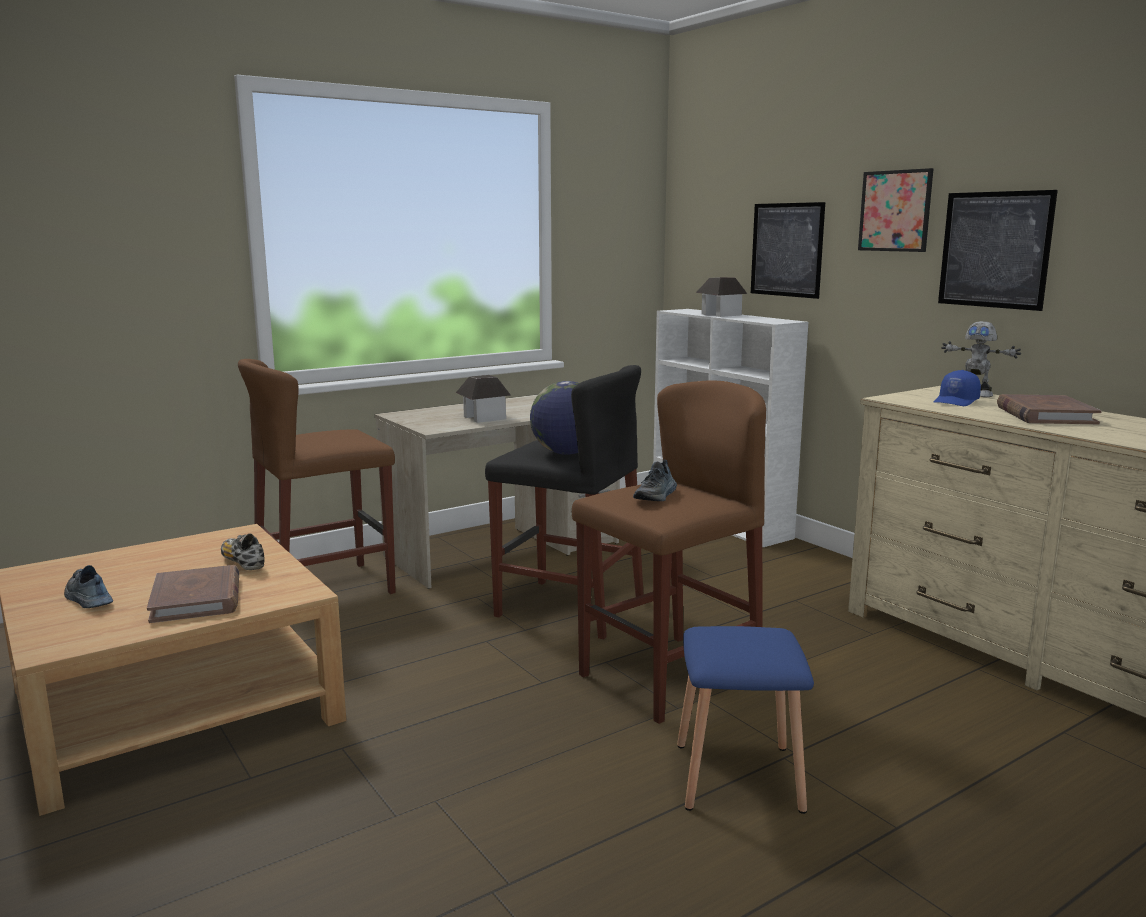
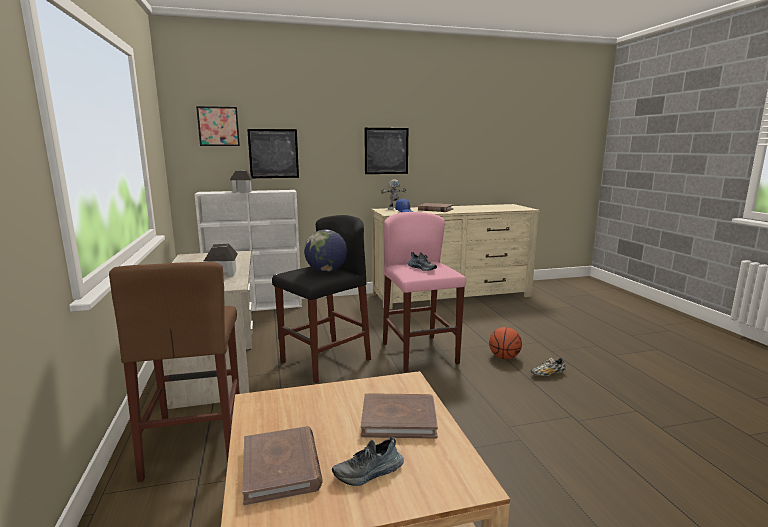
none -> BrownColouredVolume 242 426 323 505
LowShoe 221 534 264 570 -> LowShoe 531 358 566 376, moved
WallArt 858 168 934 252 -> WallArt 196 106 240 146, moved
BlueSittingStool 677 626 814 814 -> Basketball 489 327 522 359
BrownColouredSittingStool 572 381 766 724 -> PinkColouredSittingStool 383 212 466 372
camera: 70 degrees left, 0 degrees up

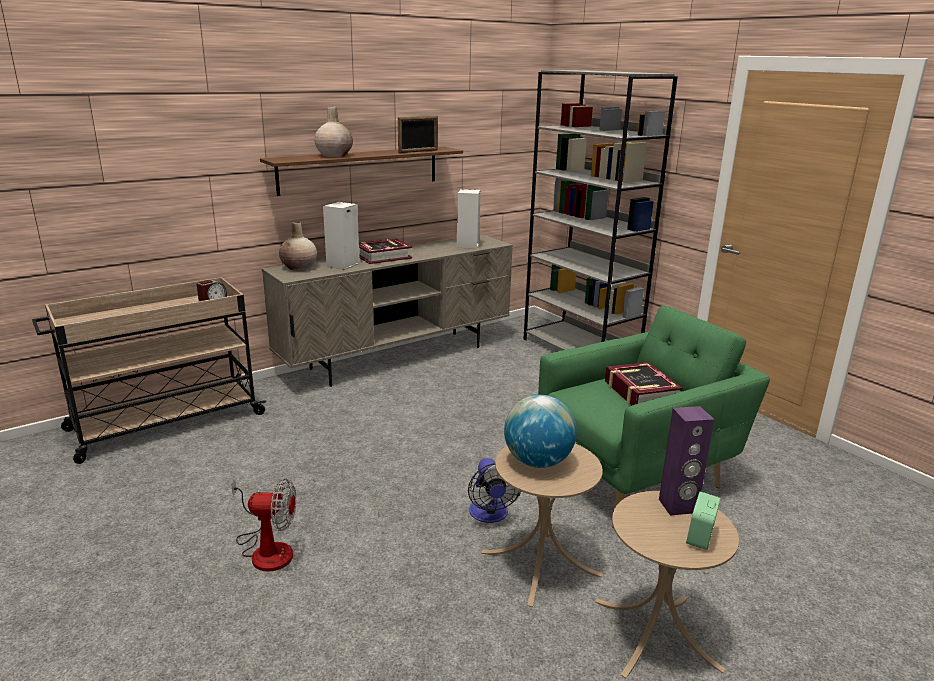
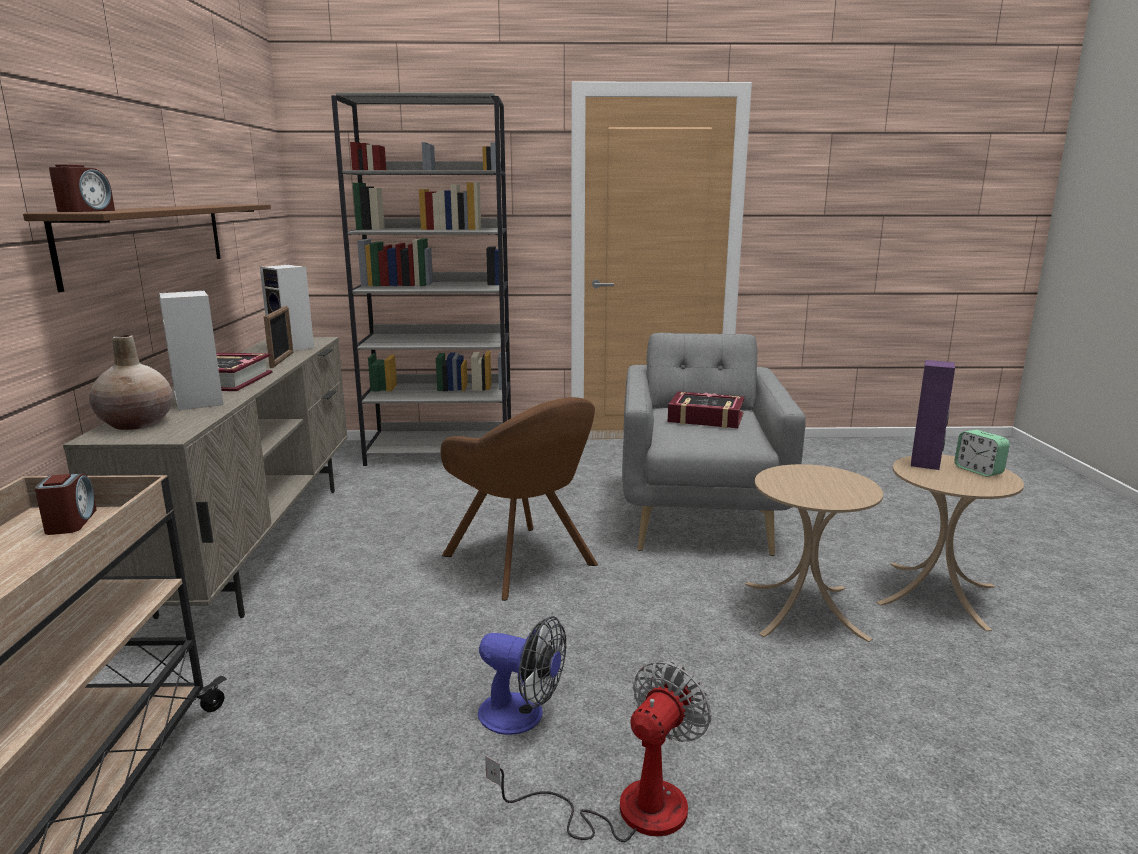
BeigeColouredVase 314 106 353 157 -> none
WorldGlobe 504 395 577 468 -> none
none -> TableClock 49 164 115 212
none -> BrownColouredEasyChair 441 397 598 601
StandingFrame 398 116 438 153 -> StandingFrame 264 306 293 368, moved
Fan 468 458 521 523 -> Fan 478 616 566 735, moved
GreenColouredEasyChair 538 306 770 528 -> GreyishEasyChair 622 333 806 556
camera: 55 degrees left, 5 degrees down

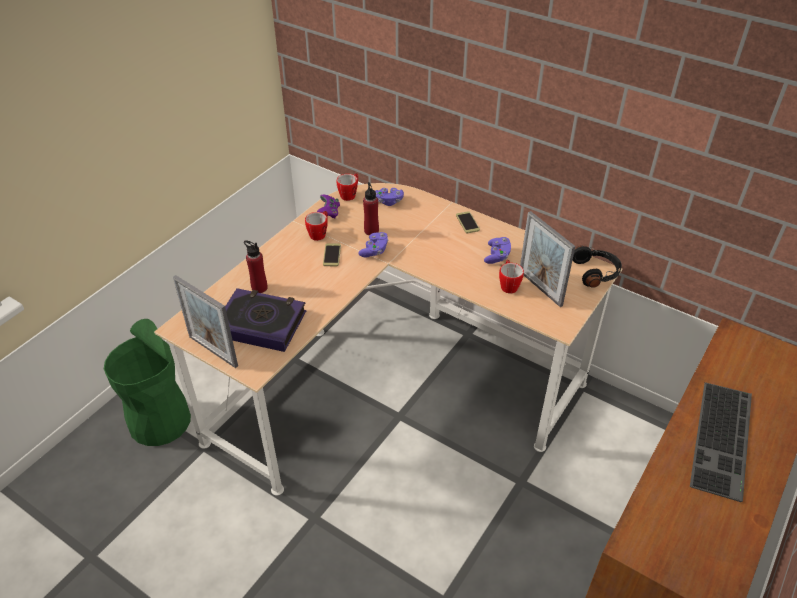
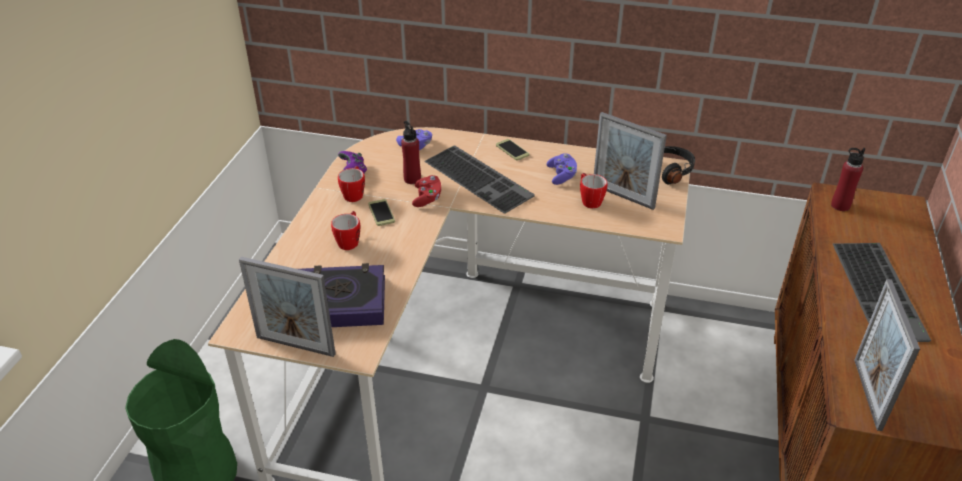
none -> Keyboard 424 145 535 214
none -> StandingFrame 854 279 920 431
RedBeverageBottle 244 240 268 293 -> RedBeverageBottle 831 148 865 211, moved
Mug 337 173 358 201 -> Mug 331 211 360 250, moved
PurplishGameController 358 232 388 257 -> RedGameController 412 175 441 207
camera: 20 degrees left, 5 degrees down

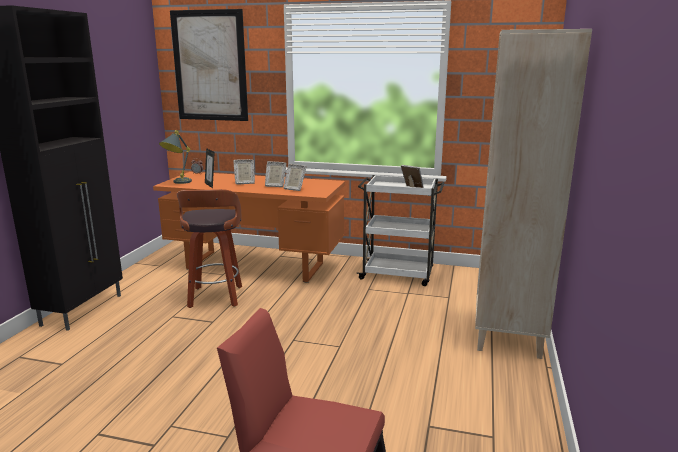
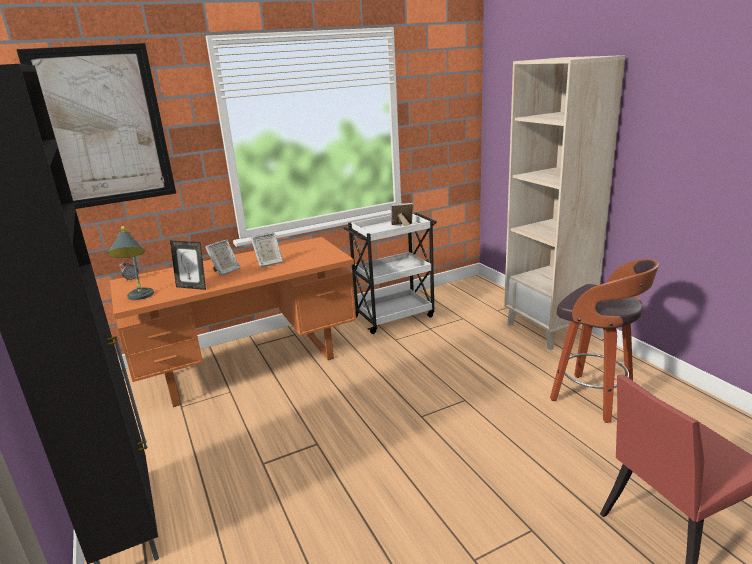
StandingFrame 284 164 307 191 -> none
SittingStool 177 189 242 308 -> SittingStool 550 259 659 423, moved
camera: 40 degrees left, 5 degrees up

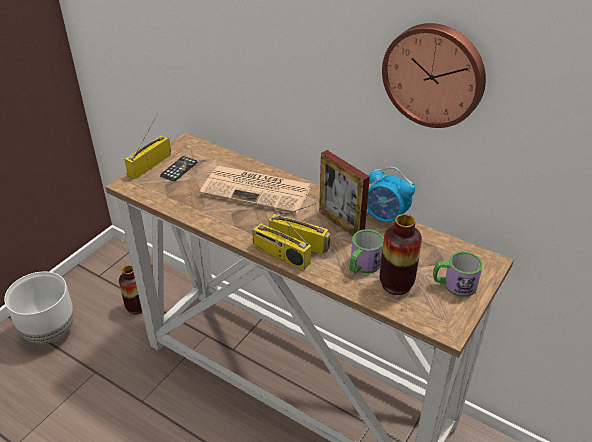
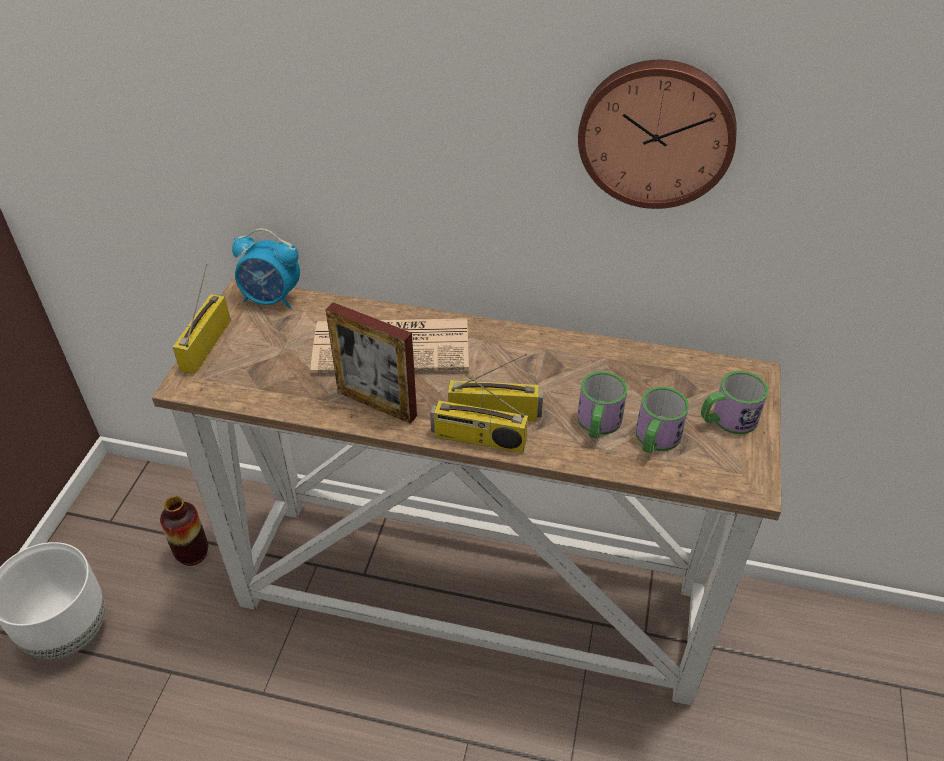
Telephone 160 156 197 181 -> none
StandingFrame 319 150 370 236 -> StandingFrame 325 302 417 424, moved
TableClock 366 167 415 222 -> TableClock 232 228 300 309, moved
Vase 380 214 422 295 -> Mug 636 387 689 454
camera: 20 degrees left, 5 degrees up

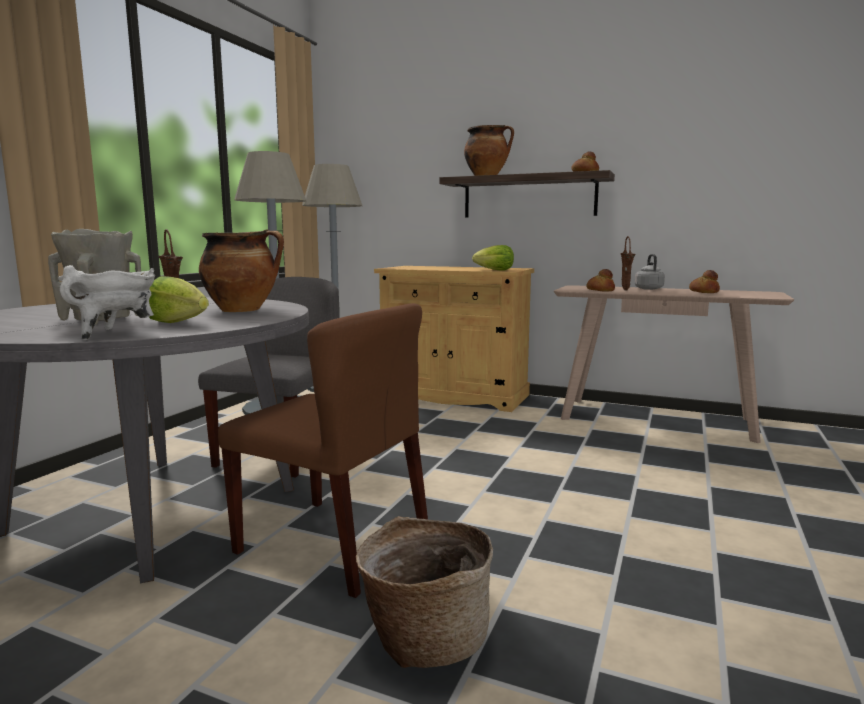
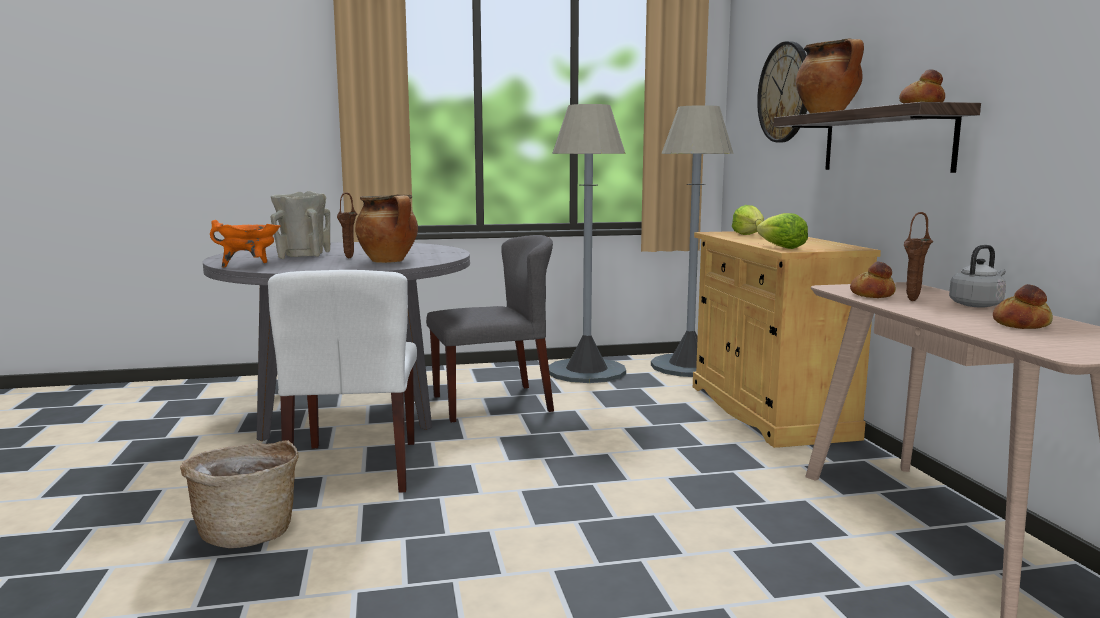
none -> WallClock 757 41 807 142
HeadOfLettuce 149 276 209 323 -> HeadOfLettuce 732 205 764 235, moved
WhitishStockpot 58 265 155 340 -> OrangeyStockpot 210 220 280 267
BrownColouredChair 218 303 428 598 -> WhitishChair 268 270 417 493
camera: 55 degrees right, 0 degrees up

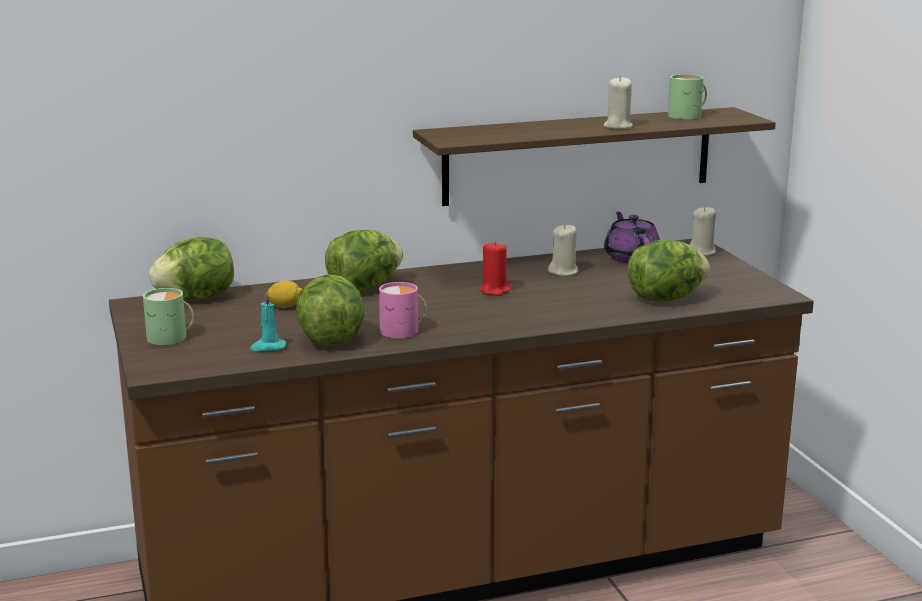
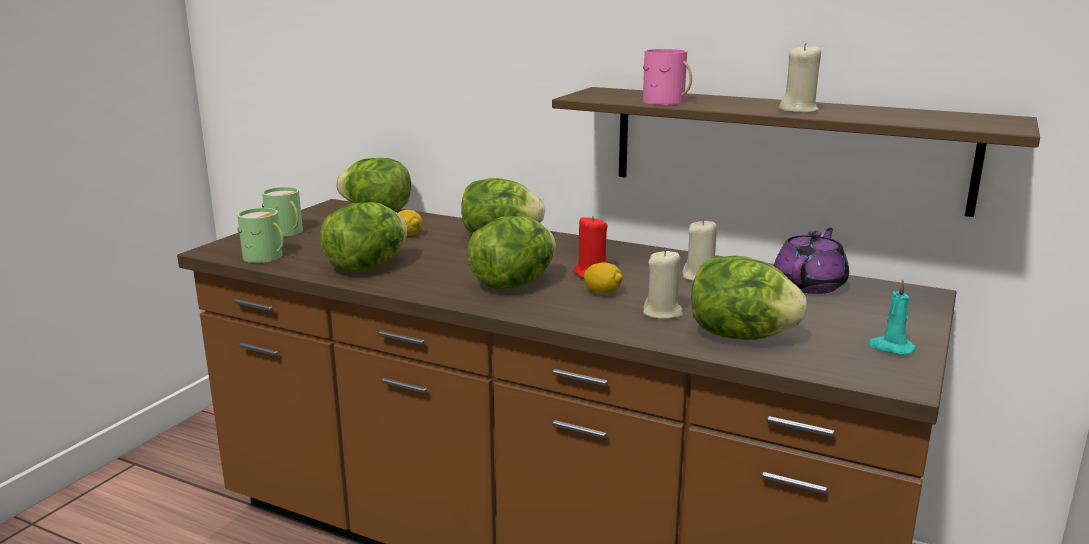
none -> HeadOfLettuce 467 216 556 290
none -> Lemon 584 262 623 294
TurquoiseColouredCandle 250 292 286 351 -> TurquoiseColouredCandle 867 280 916 355, moved
PinkColouredMug 379 282 427 338 -> PinkColouredMug 643 49 692 105, moved
GreenColouredMug 668 74 707 119 -> GreenColouredMug 237 208 284 263, moved
BeigeColouredCandle 689 206 716 256 -> BeigeColouredCandle 643 249 683 319, moved
camera: 45 degrees right, 0 degrees up

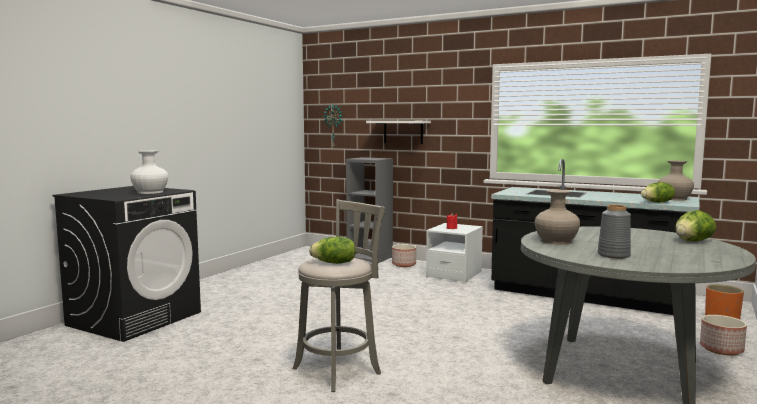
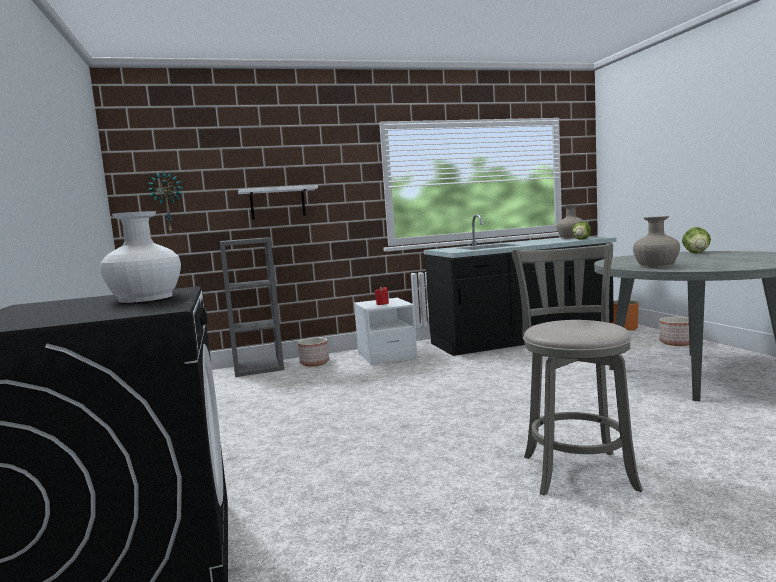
HeadOfLettuce 309 237 356 264 -> none
GreyishVase 598 205 631 259 -> none
camera: 45 degrees left, 0 degrees up

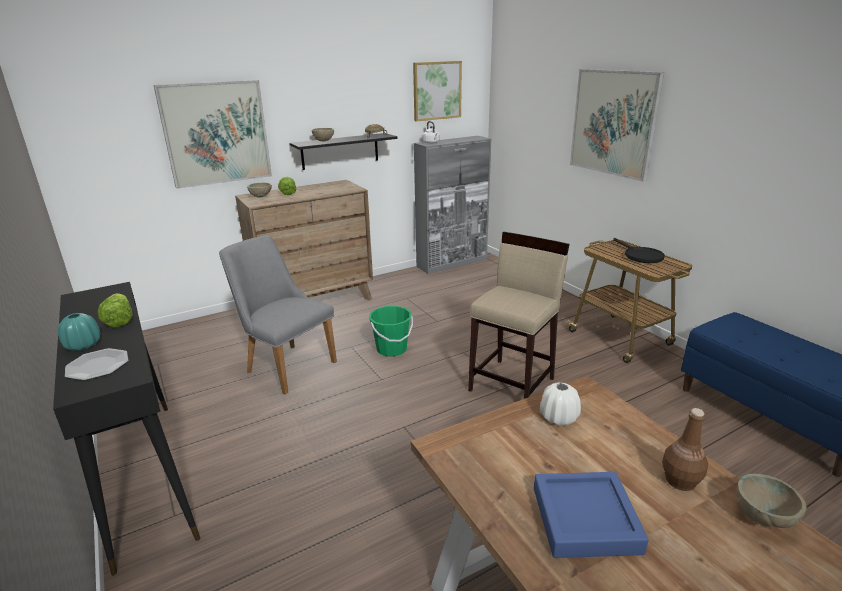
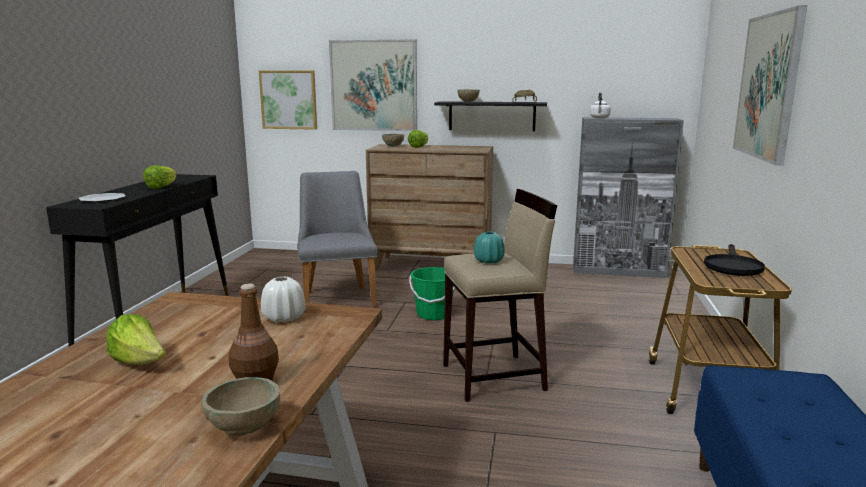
TurquoiseColouredVase 58 313 100 351 -> TurquoiseColouredVase 474 232 505 264, moved
WallArt 413 61 462 121 -> WallArt 259 71 317 130, moved
BlueServingTray 534 472 649 558 -> HeadOfLettuce 106 314 166 365
camera: 40 degrees right, 10 degrees down

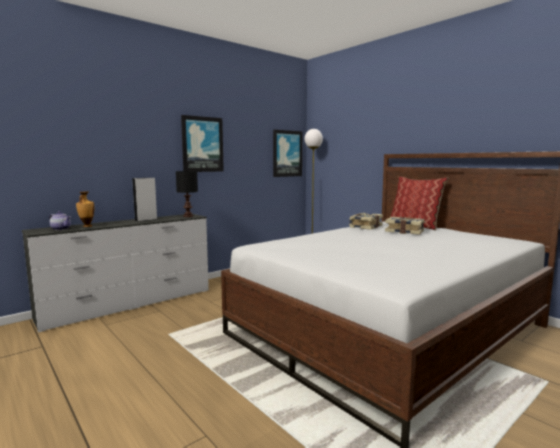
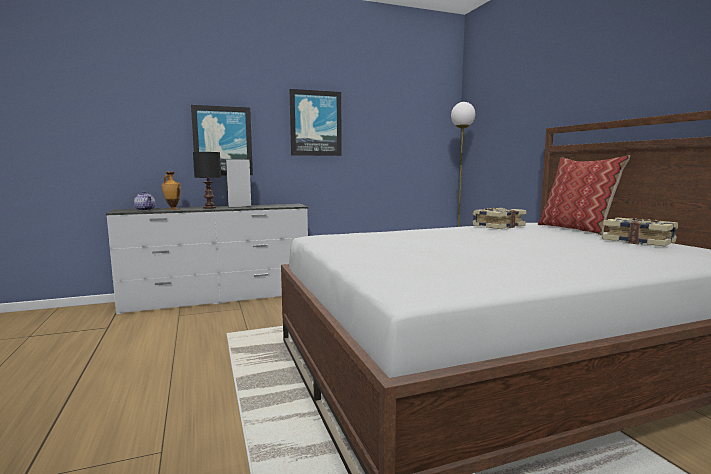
BlackishTabletopLamp 176 171 198 217 -> BlackishTabletopLamp 193 152 221 209, moved
WallArt 273 130 302 177 -> WallArt 191 105 253 175, moved
Volume 385 217 425 235 -> Volume 602 218 678 246, moved
camera: 20 degrees right, 0 degrees up

